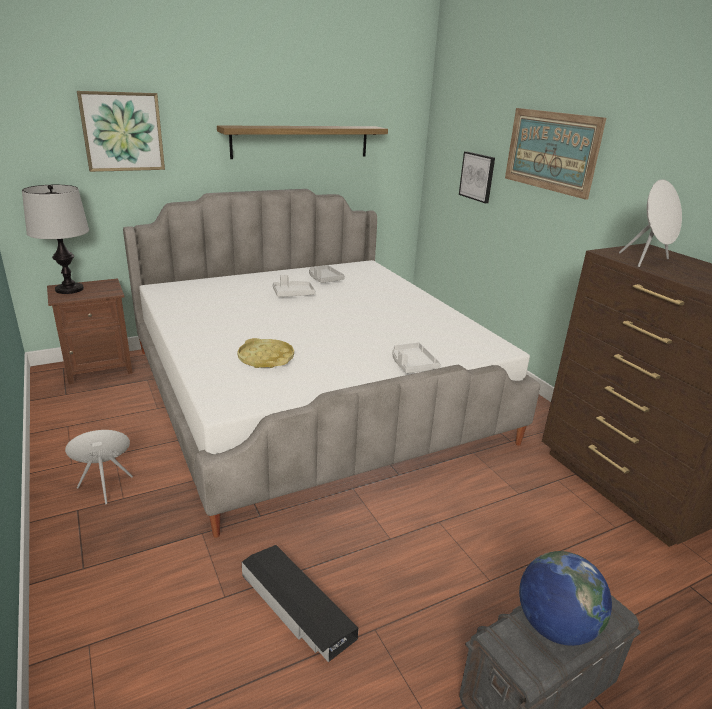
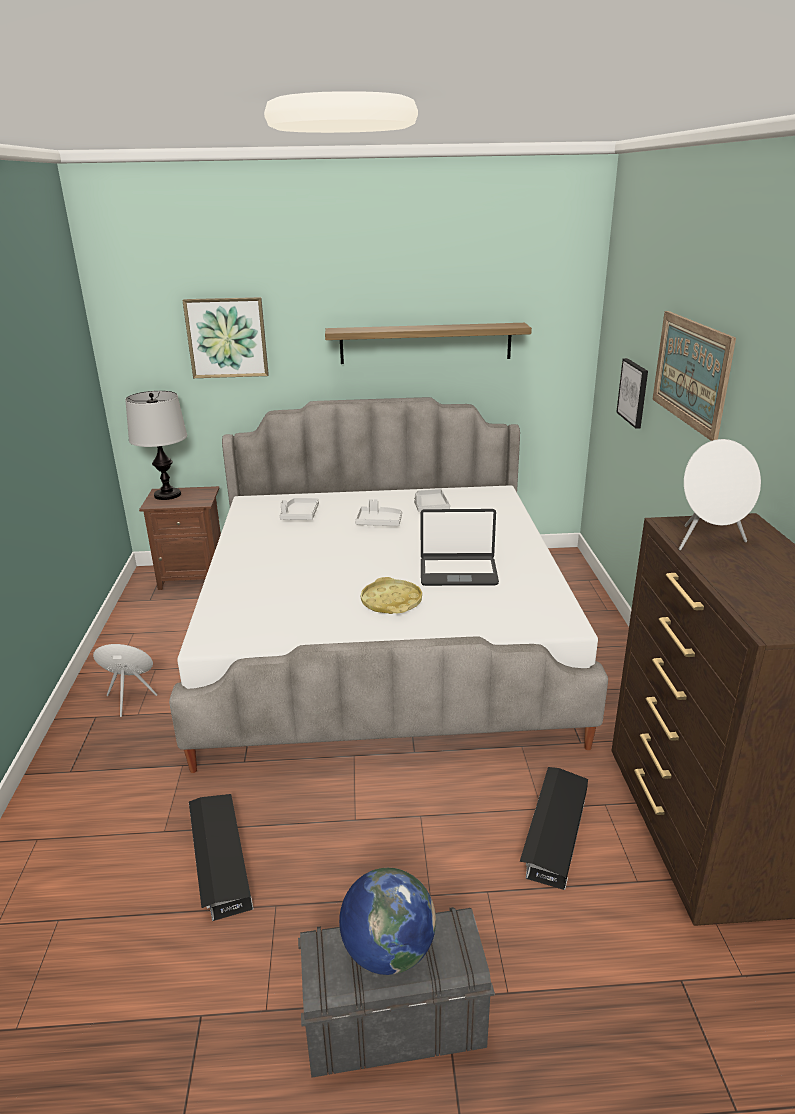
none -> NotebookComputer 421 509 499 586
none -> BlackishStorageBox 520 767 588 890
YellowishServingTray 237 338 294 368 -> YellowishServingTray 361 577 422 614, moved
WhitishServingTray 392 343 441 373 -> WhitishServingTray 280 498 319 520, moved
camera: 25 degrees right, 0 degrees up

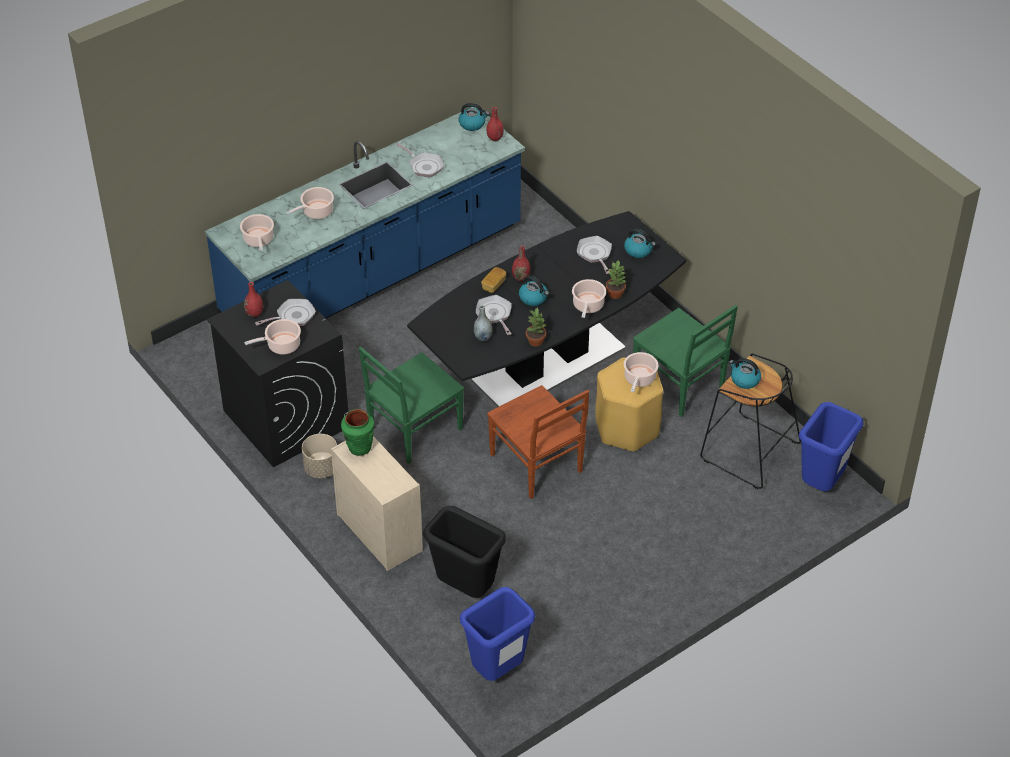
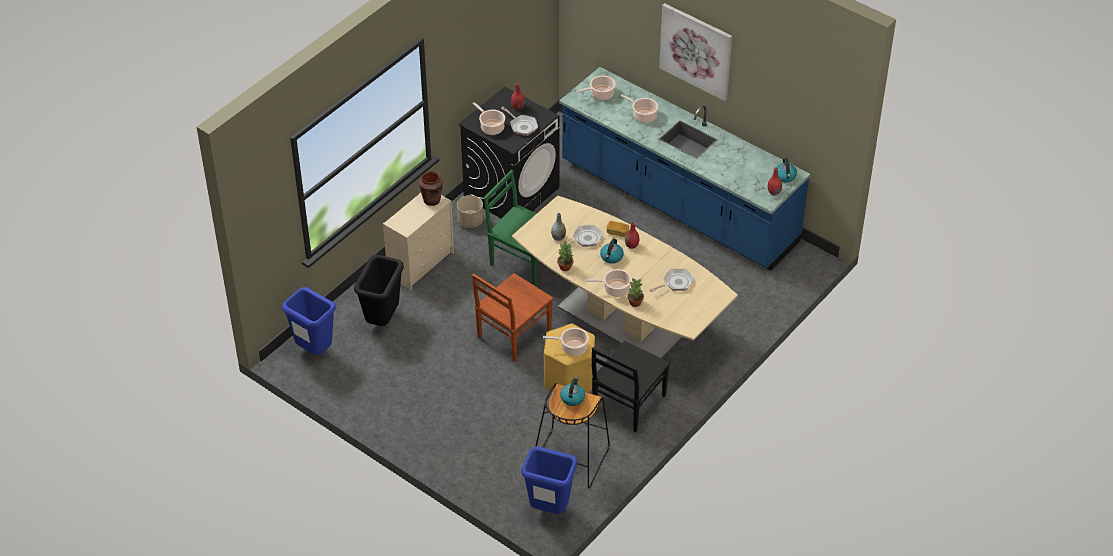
FryingPan 397 143 444 177 -> none
Kettle 624 229 656 258 -> none
none -> WallArt 659 3 732 101
GreenColouredVase 341 409 374 456 -> BrownColouredVase 419 171 443 206
BlackishKitchenTable 407 211 686 407 -> BeigeColouredKitchenTable 512 196 738 359
GreenColouredChair 633 305 738 417 -> BlackishChair 592 341 670 432
camera: 75 degrees right, 0 degrees up

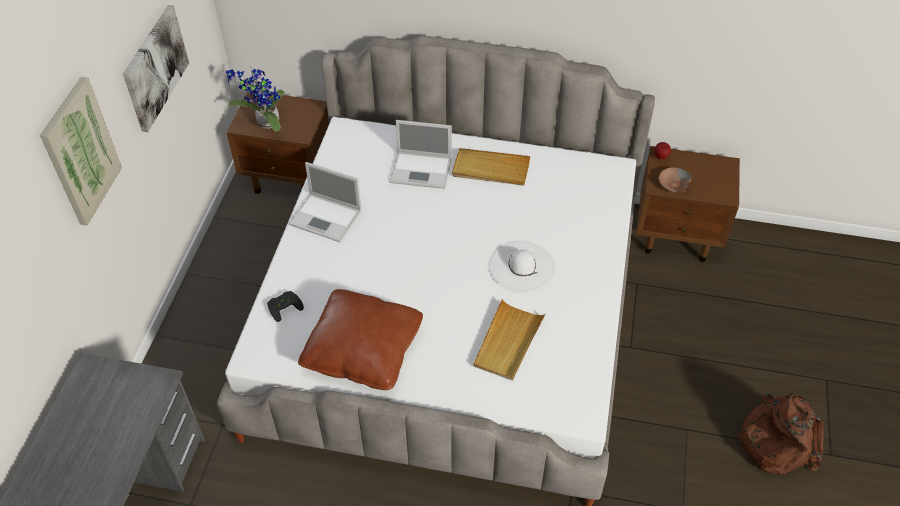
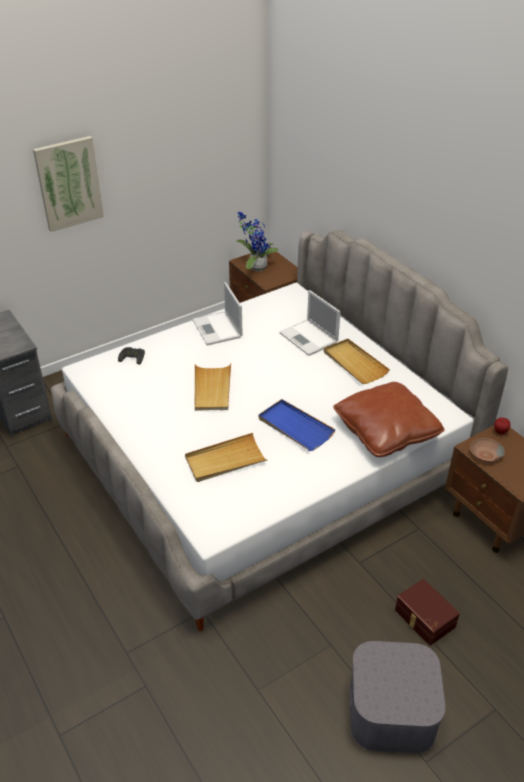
WallArt 123 5 189 132 -> none
none -> BeigeColouredServingTray 195 364 231 411
none -> BrownColouredStorageBox 395 579 460 646
BrownColouredPillow 298 289 423 390 -> BrownColouredPillow 333 382 445 457, moved
WhitishHat 489 241 555 293 -> BlueServingTray 259 399 336 451
BrownColouredBackpack 735 393 824 475 -> GreyishStorageBox 350 641 445 754
camera: 45 degrees right, 10 degrees down

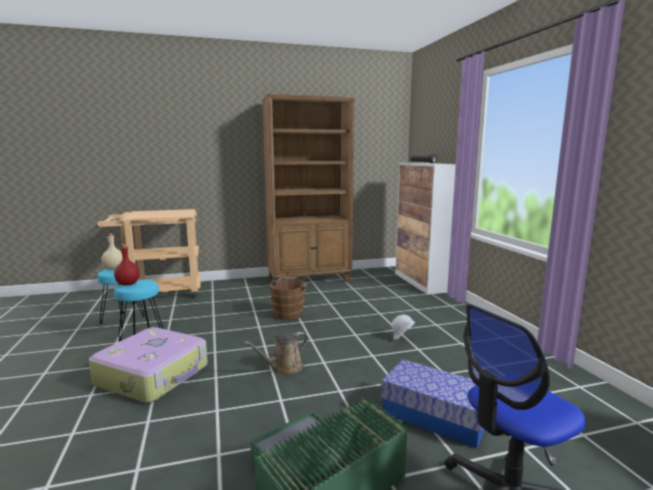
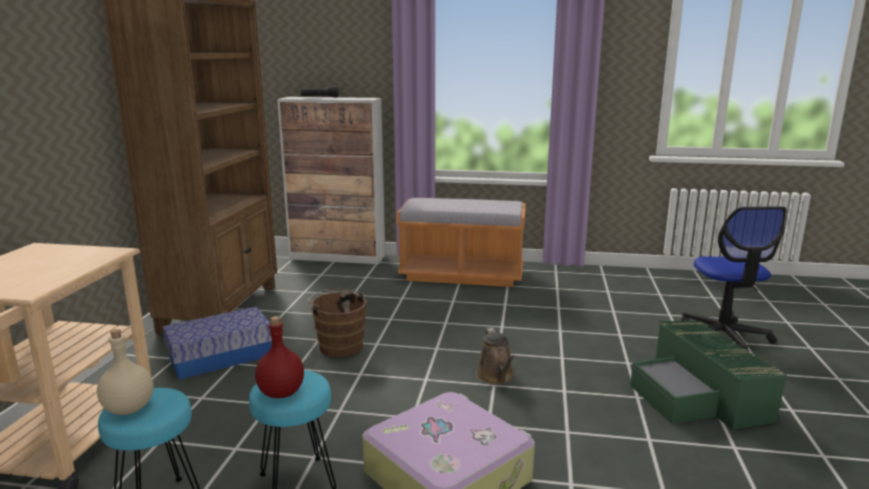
WhitishHardHat 391 314 415 340 -> none
none -> OrangeyBench 397 198 526 287
StorageBox 381 359 485 448 -> StorageBox 163 306 272 380, moved
camera: 65 degrees left, 5 degrees up

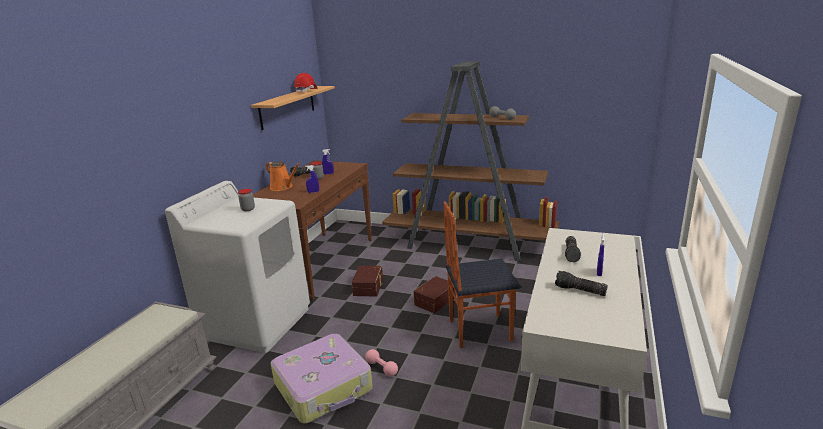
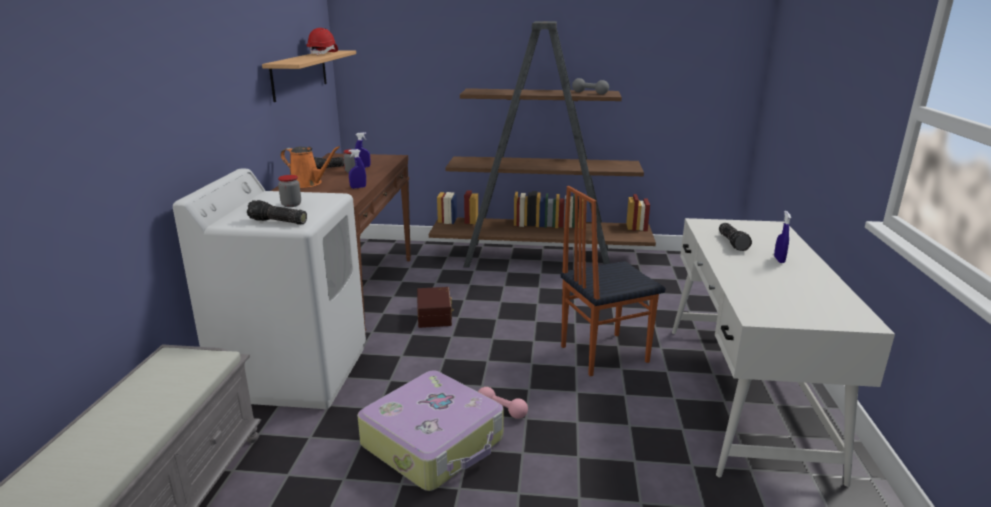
BrownColouredStorageBox 414 276 456 313 -> none
Torch 555 271 608 296 -> Torch 247 200 307 224, moved
camera: 15 degrees left, 0 degrees up

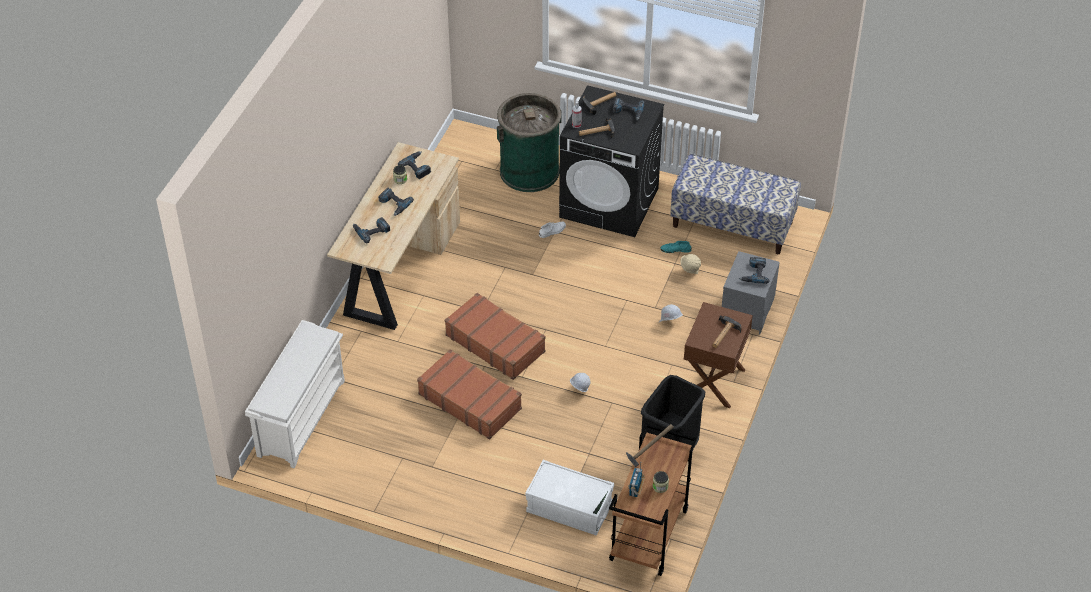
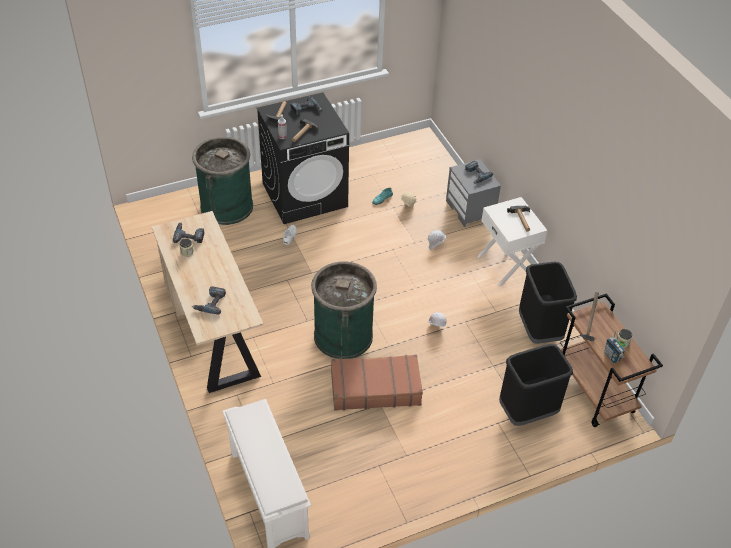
Drill 378 188 414 216 -> none
Bench 670 154 801 254 -> none
BrownColouredSuitcase 445 293 545 380 -> GreenColouredRubbishBin 311 261 377 359
WhitishStorageBox 525 460 614 536 -> BlackishRubbishBin 499 344 573 426
BrownColouredBedsideTable 684 302 753 408 -> WhitishBedsideTable 477 197 547 287
camera: 45 degrees left, 0 degrees up

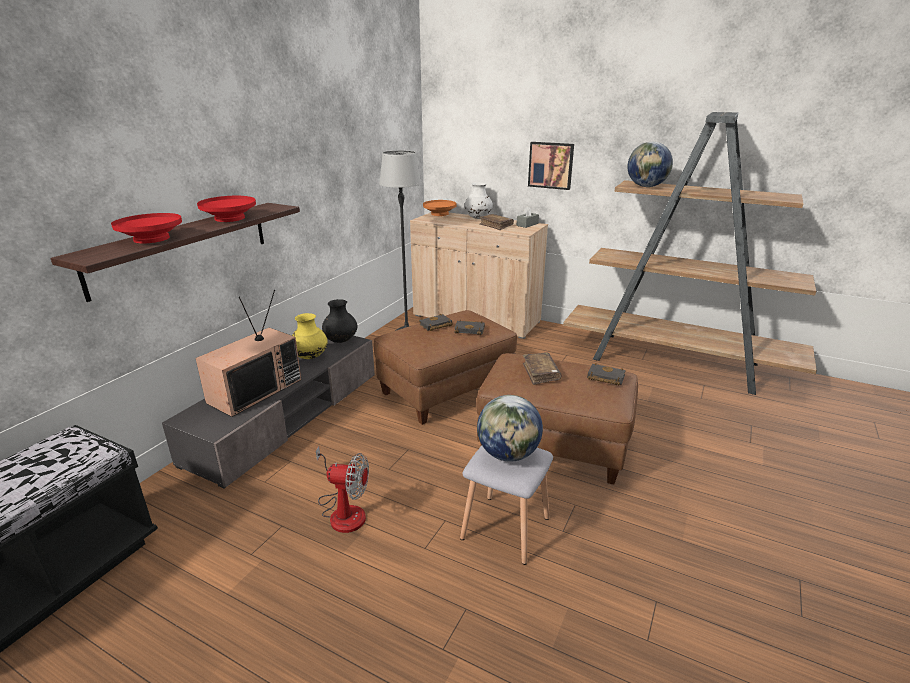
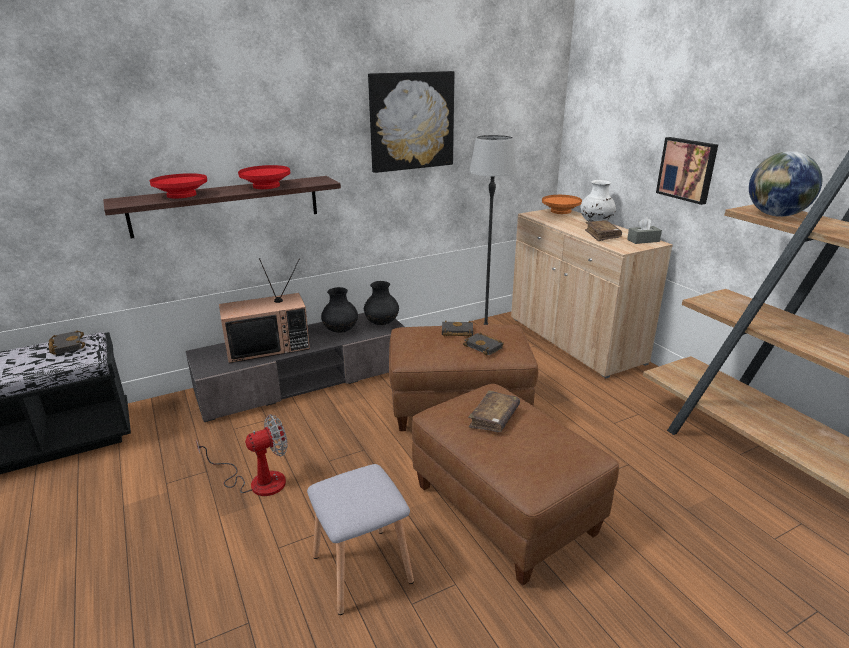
WorldGlobe 477 395 543 462 -> none
none -> WallArt 368 71 455 173
BlackishVolume 587 363 626 386 -> BlackishVolume 49 330 85 355, moved
YellowishVase 292 313 328 359 -> BlackishVase 321 287 358 333
Fan 316 446 369 533 -> Fan 196 414 288 496, 75 degrees counterclockwise
camera: 35 degrees right, 0 degrees up

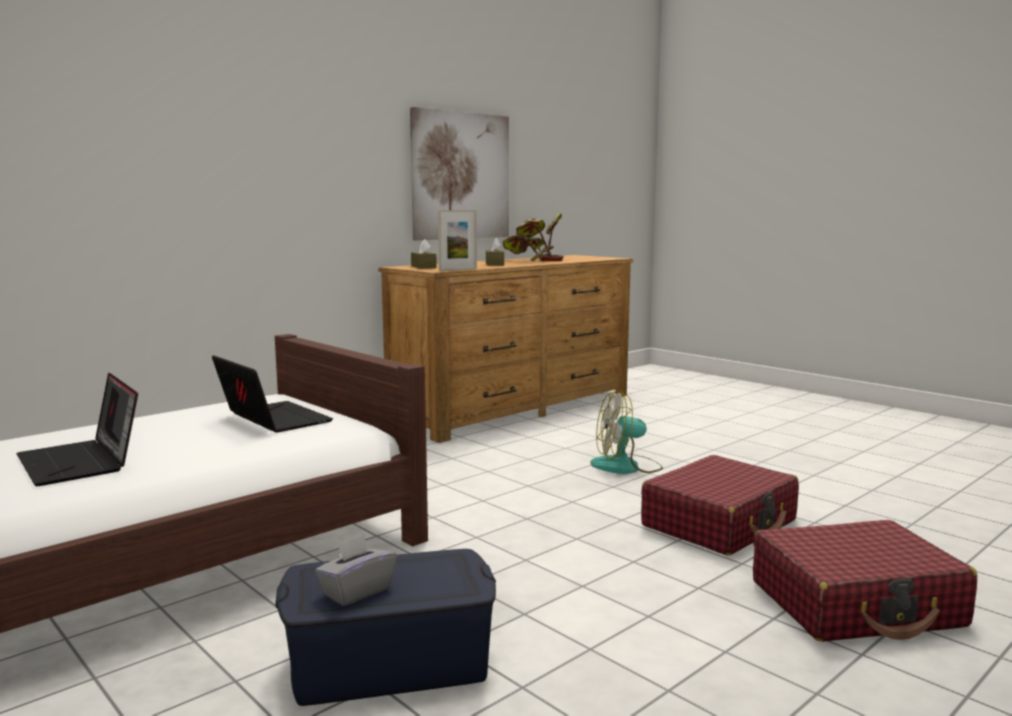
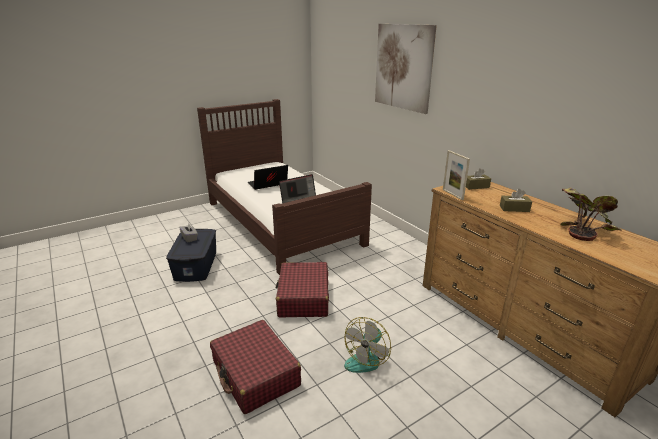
WallArt 410 107 509 241 -> WallArt 375 24 437 114, moved
RedSuitcase 753 520 977 642 -> RedSuitcase 276 262 329 318, moved
Fan 590 390 663 474 -> Fan 344 317 391 373, 150 degrees counterclockwise
camera: 100 degrees right, 15 degrees up

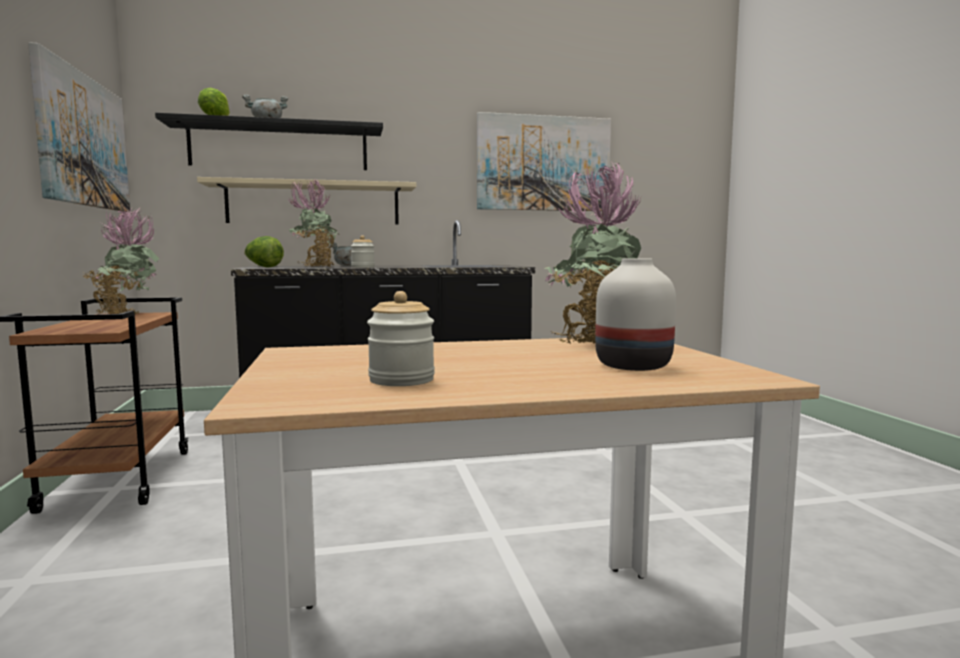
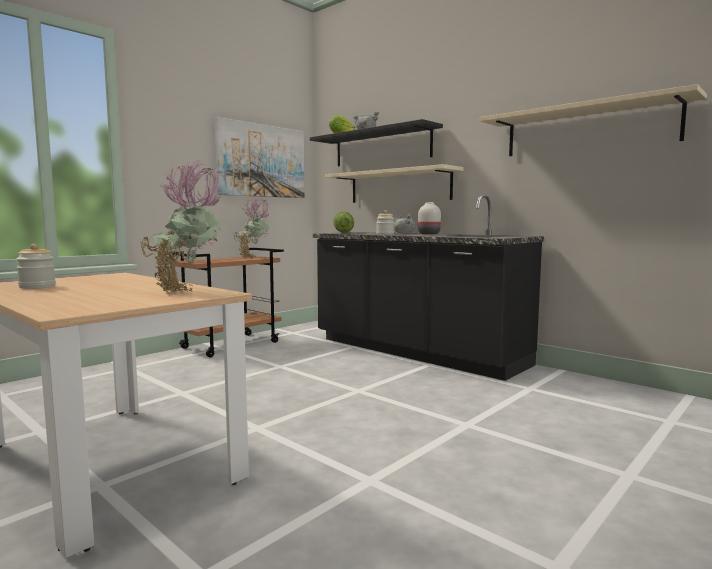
Houseplant 288 178 339 267 -> none
WhitishVase 595 258 676 371 -> WhitishVase 418 202 441 234, moved
WallArt 477 112 611 211 -> BeigeColouredShelf 480 84 707 156
camera: 55 degrees right, 0 degrees up

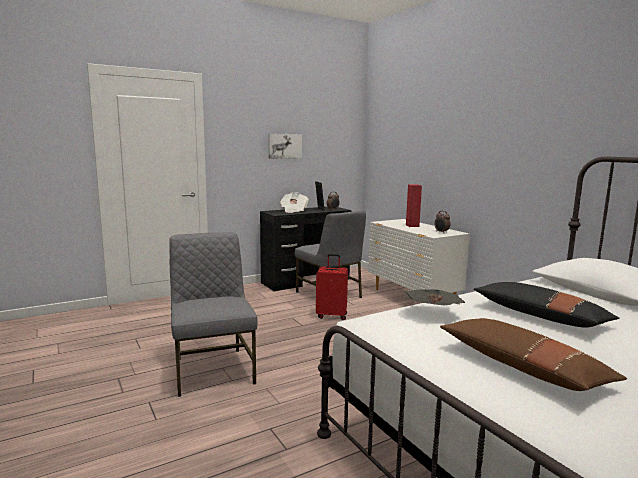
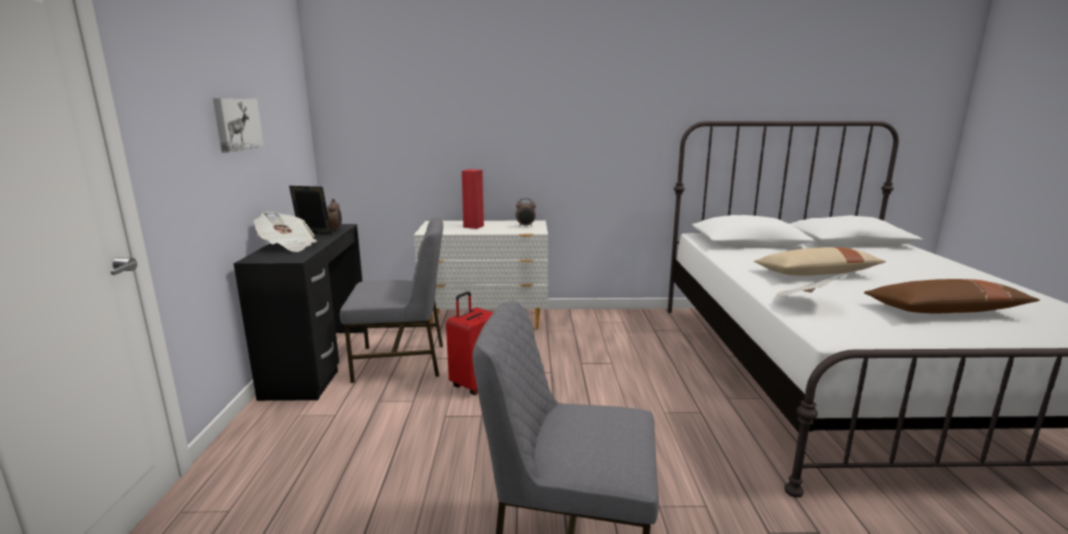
BlackishPillow 474 282 619 328 -> BeigeColouredPillow 754 247 886 276
camera: 60 degrees left, 5 degrees up

